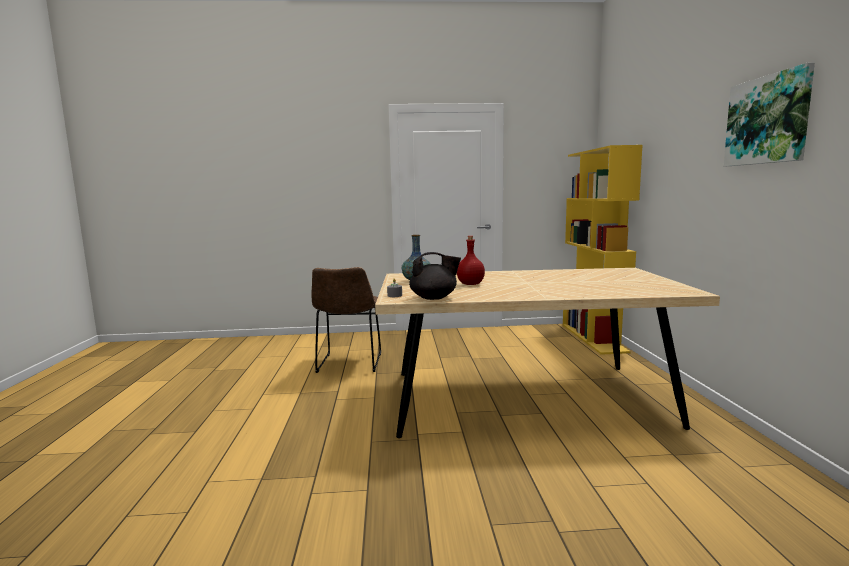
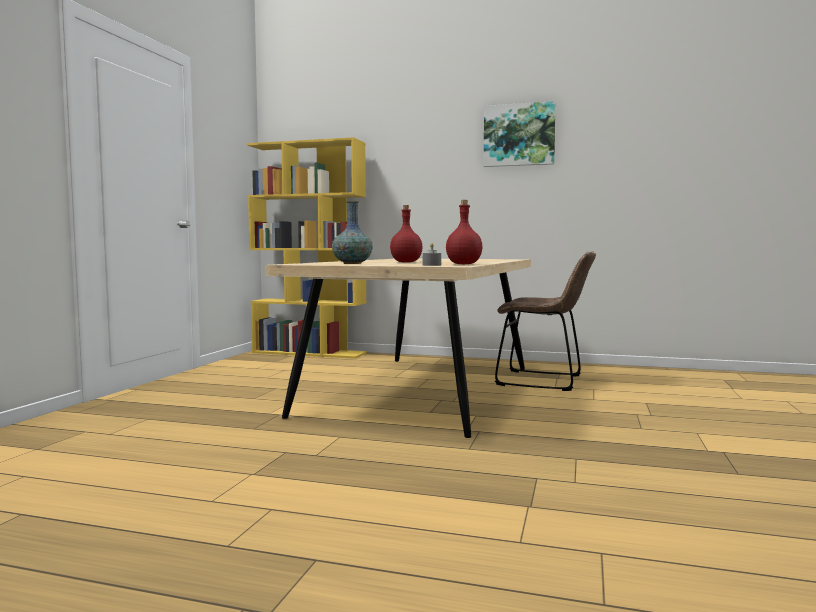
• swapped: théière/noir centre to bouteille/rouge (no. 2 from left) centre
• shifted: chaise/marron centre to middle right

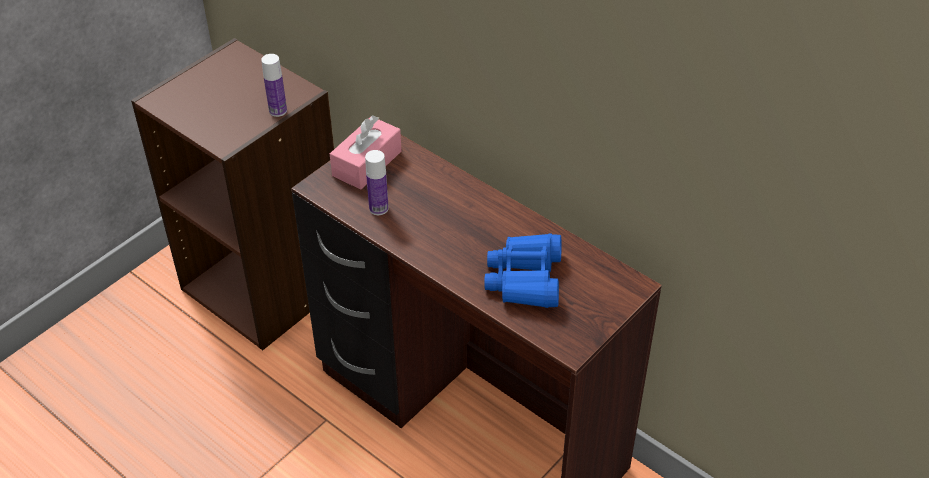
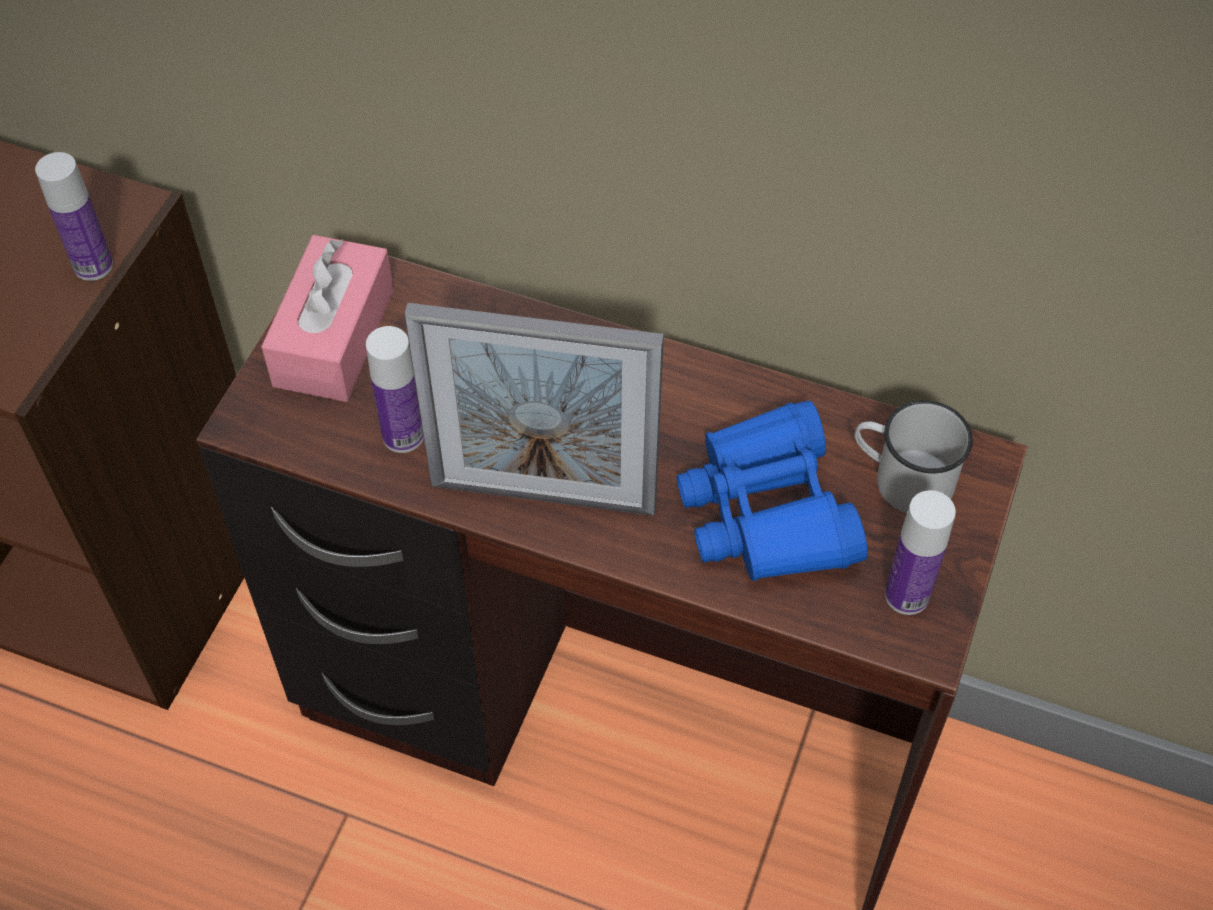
• new: cadre photo centre
• new: mug/blanc middle right
• new: bouteille (no. 3 from left) middle right

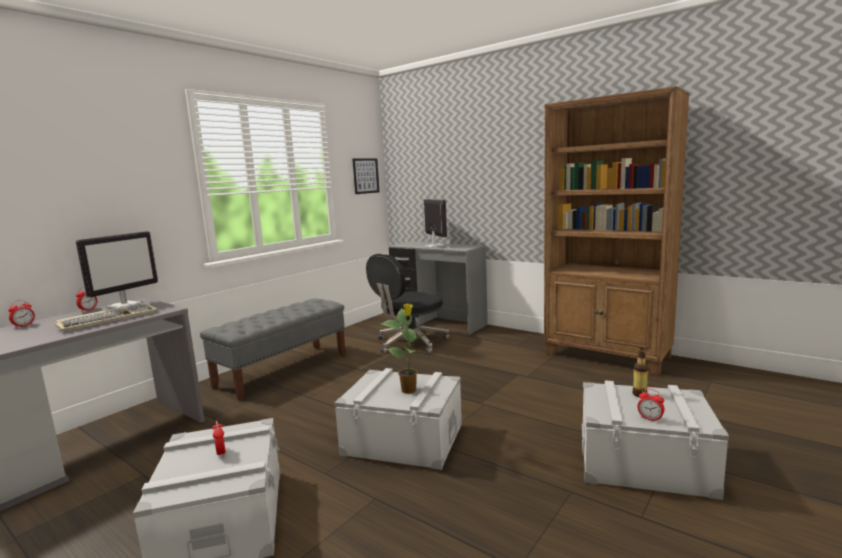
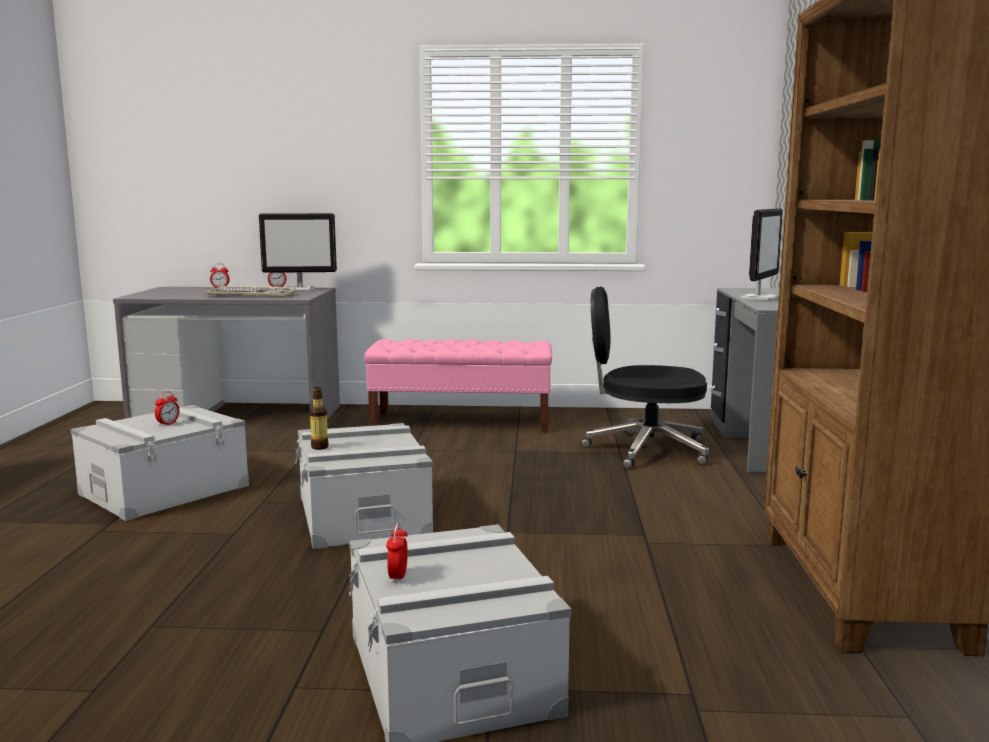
• shifted: bouteille bottom right to middle left
• repainted: banc/gris middle left to banc/rose centre
• gone: tableau top centre
• gone: plante en pot centre

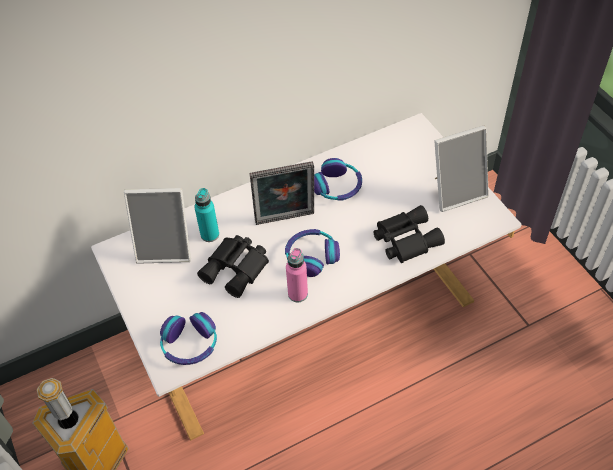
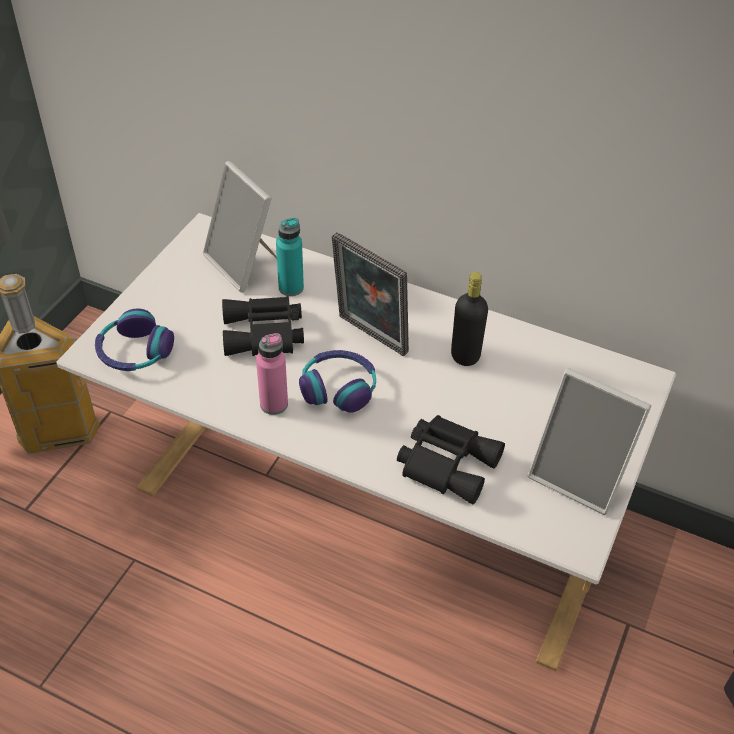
• swapped: casque audio (no. 3 from left) centre to bouteille/noir centre

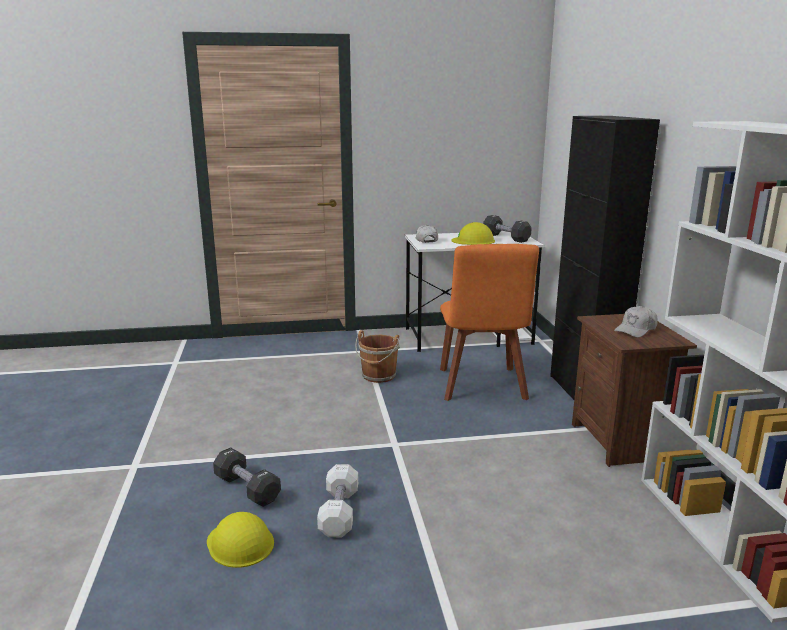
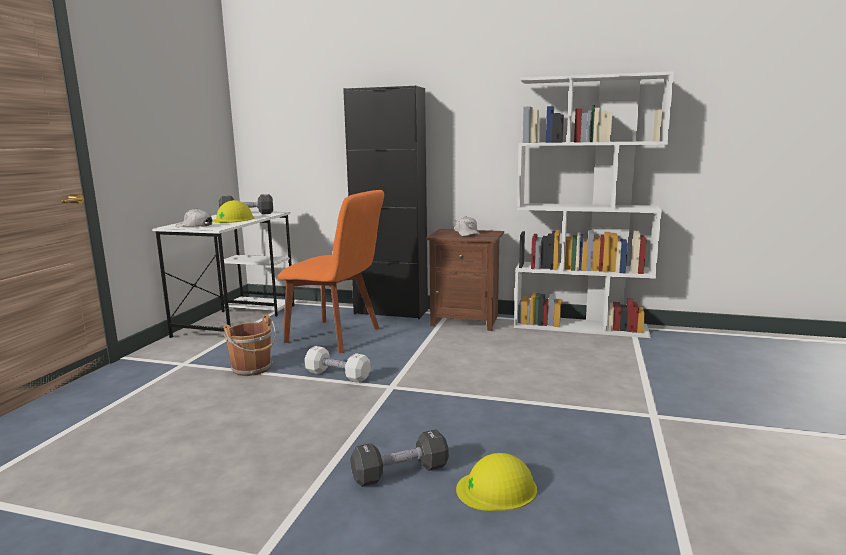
• shifted: haltère/blanc bottom centre to centre

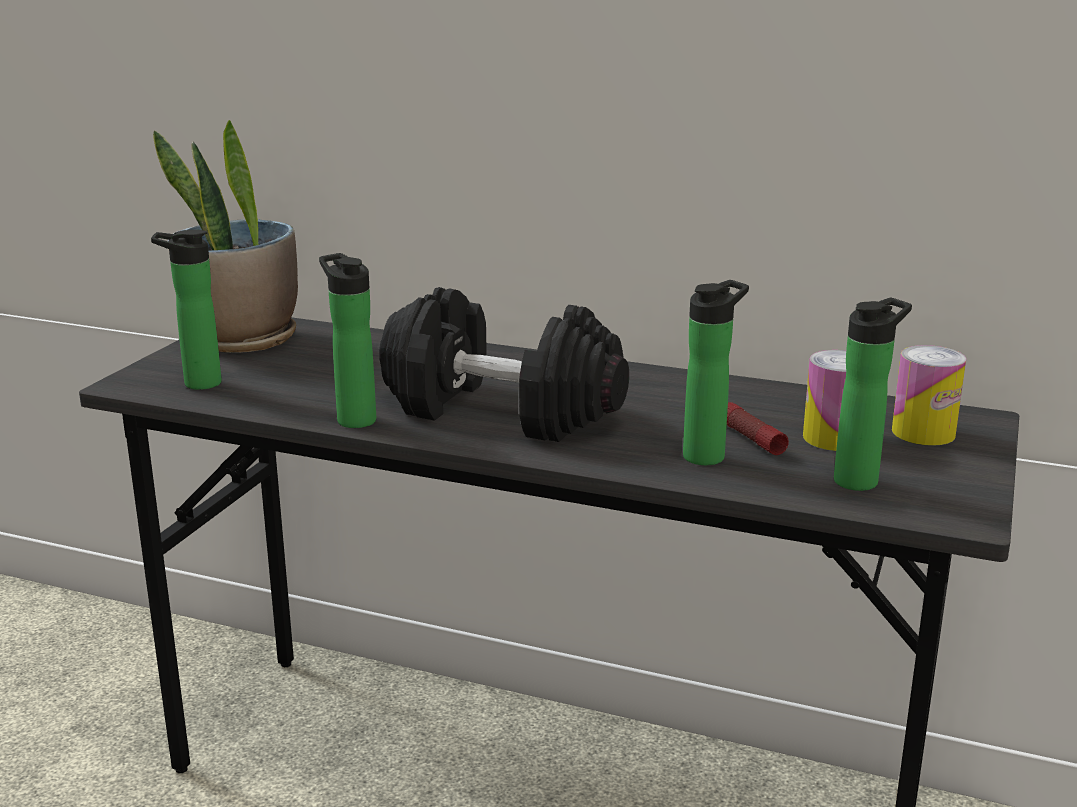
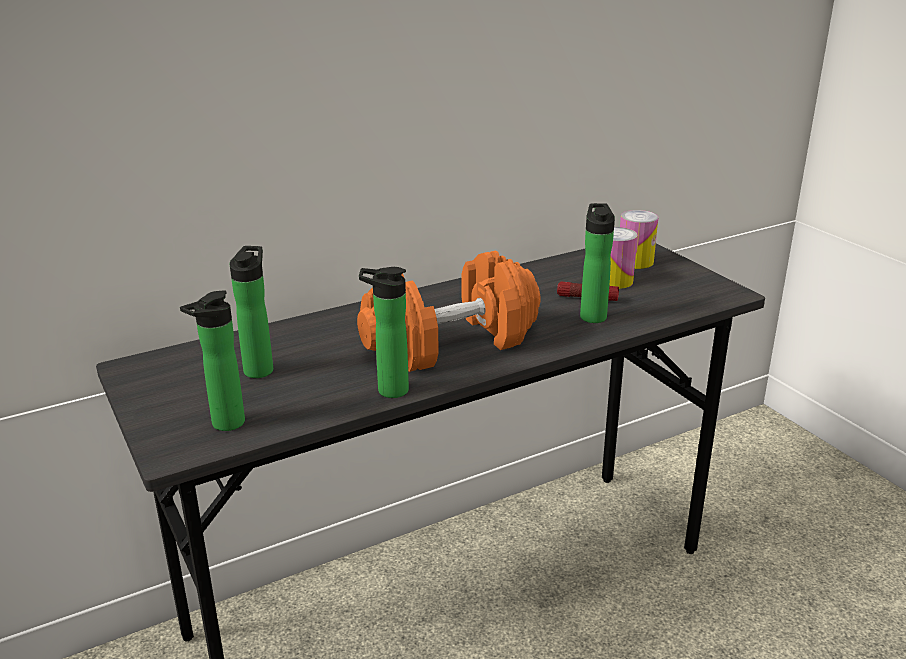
• shifted: bouteille (no. 4 from left in the first image) middle right to bouteille (no. 2 from left) middle left
• repainted: haltère/noir centre to haltère/orange centre
• gone: plante en pot top left

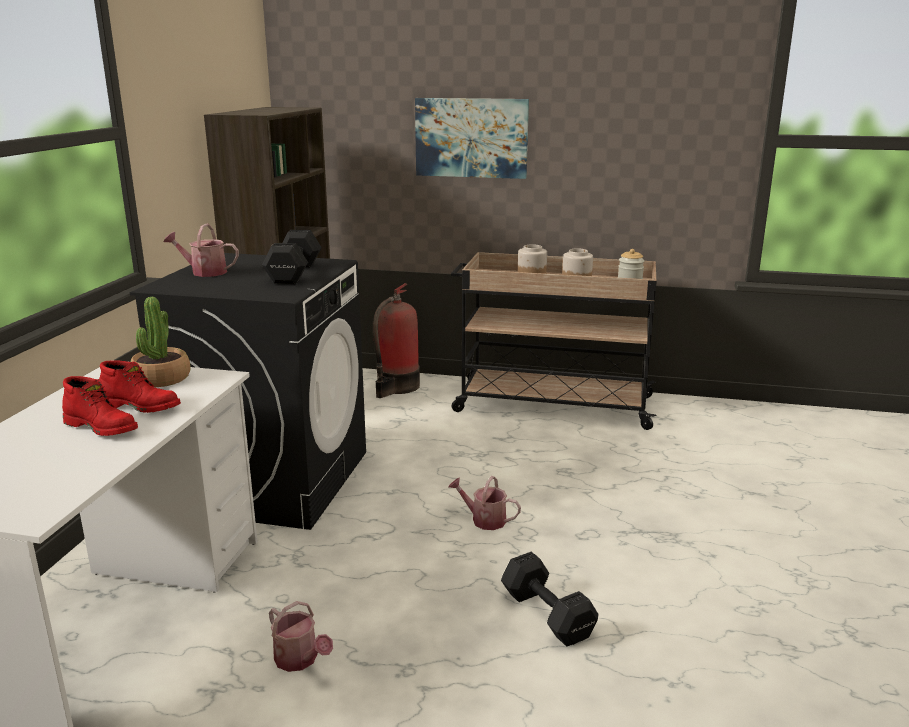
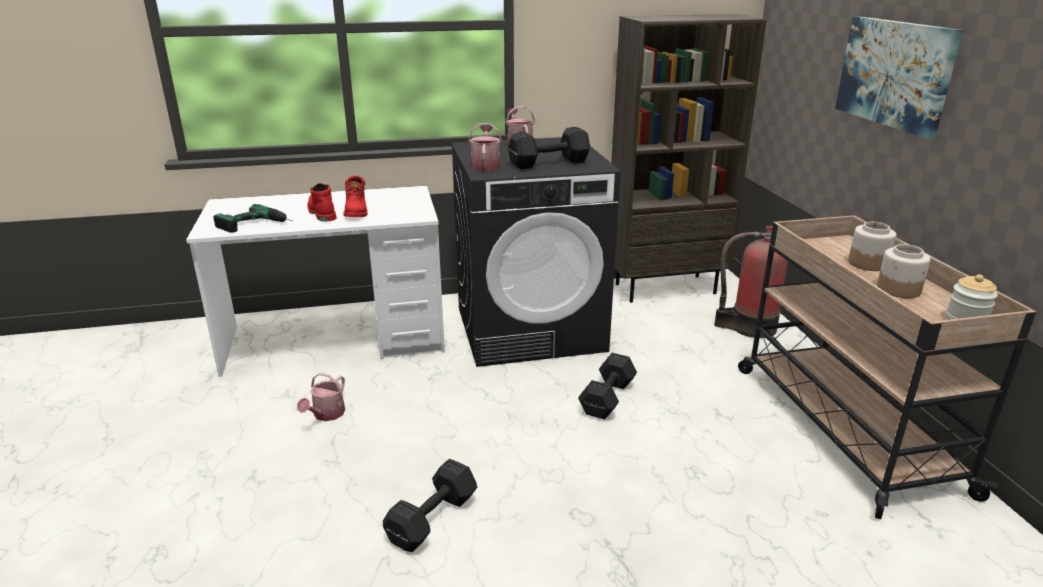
• new: perceuse middle left
• rotated: botte/rouge (no. 1 from left) middle left = middle left 150 degrees clockwise
• shifted: arrosoir (no. 3 from left in the first image) bottom centre to arrosoir (no. 2 from left) top centre
• new: haltère/noir (no. 3 from left) centre
• gone: plante en pot middle left

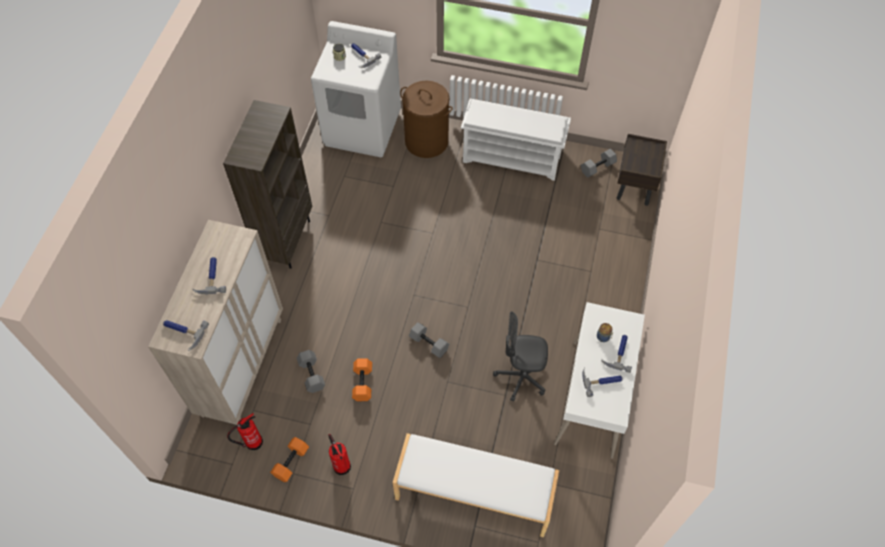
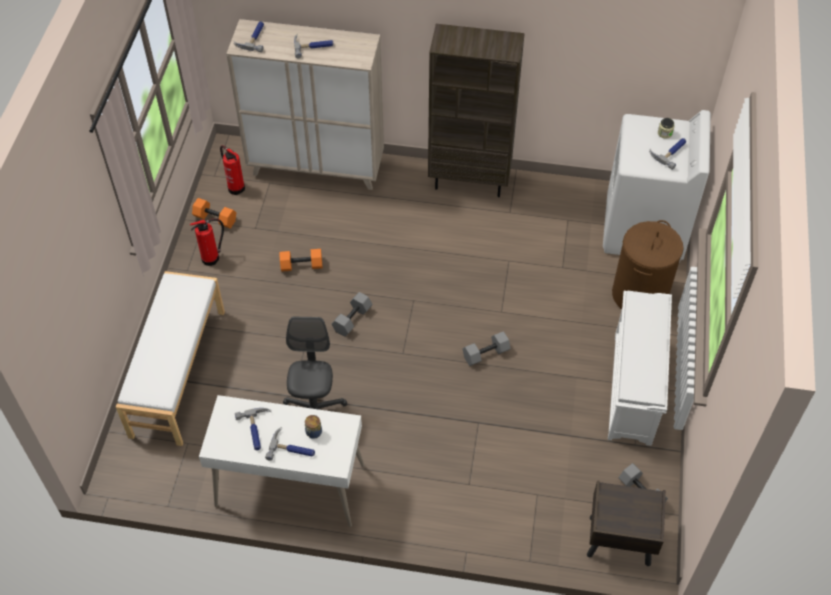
• shifted: haltère/gris (no. 1 from left in the first image) bottom centre to haltère/gris (no. 2 from left) centre

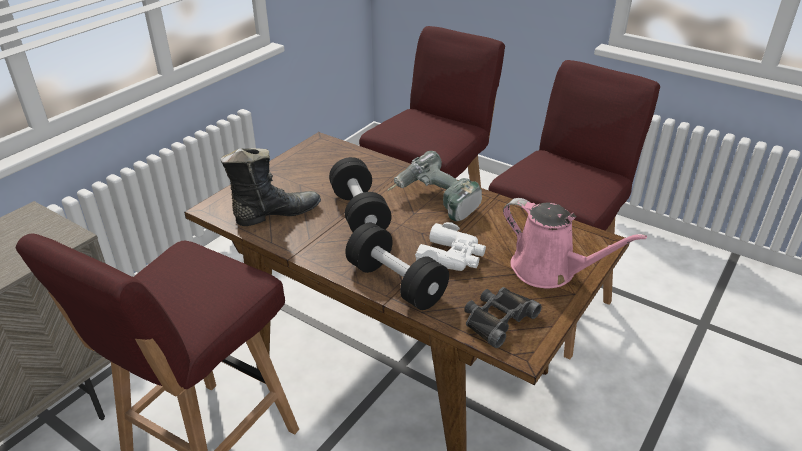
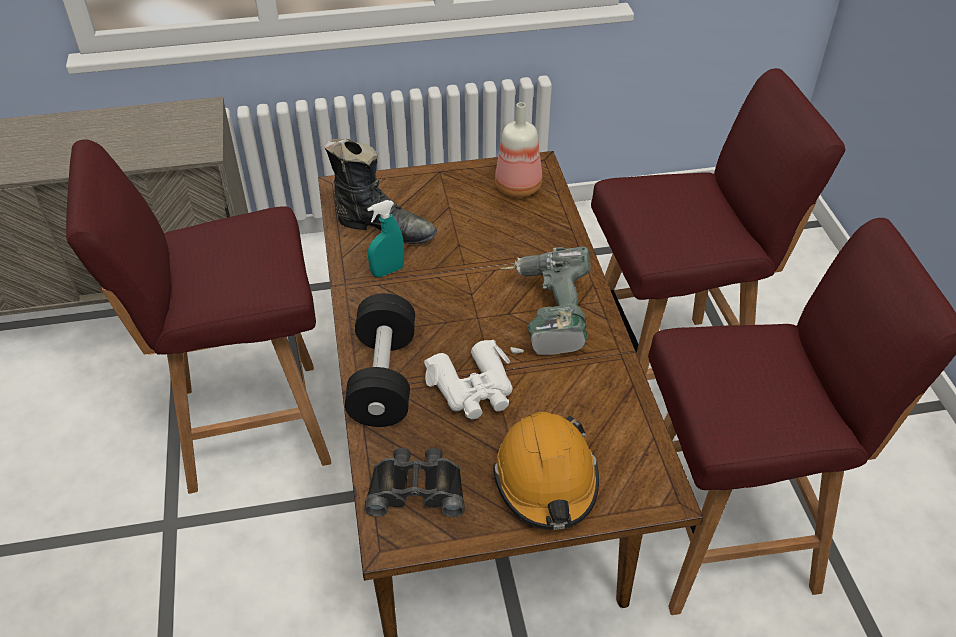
• new: vaporisateur/turquoise centre
• swapped: arrosoir/rose middle right to casque de chantier/orange bottom centre
• new: bouteille top centre
• gone: haltère/noir (no. 1 from left) centre

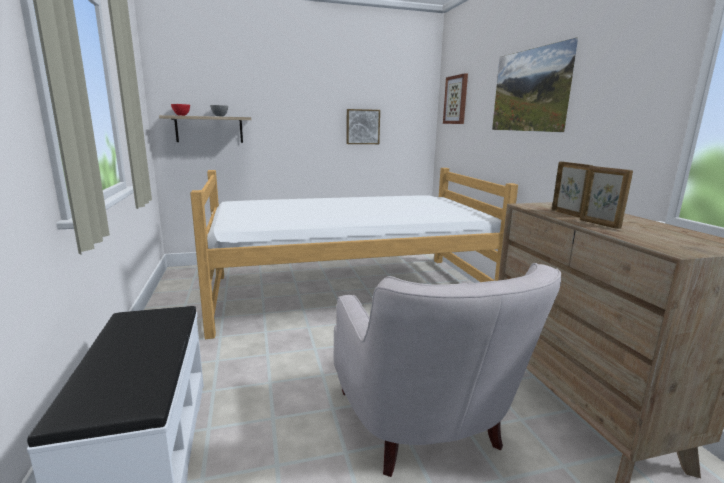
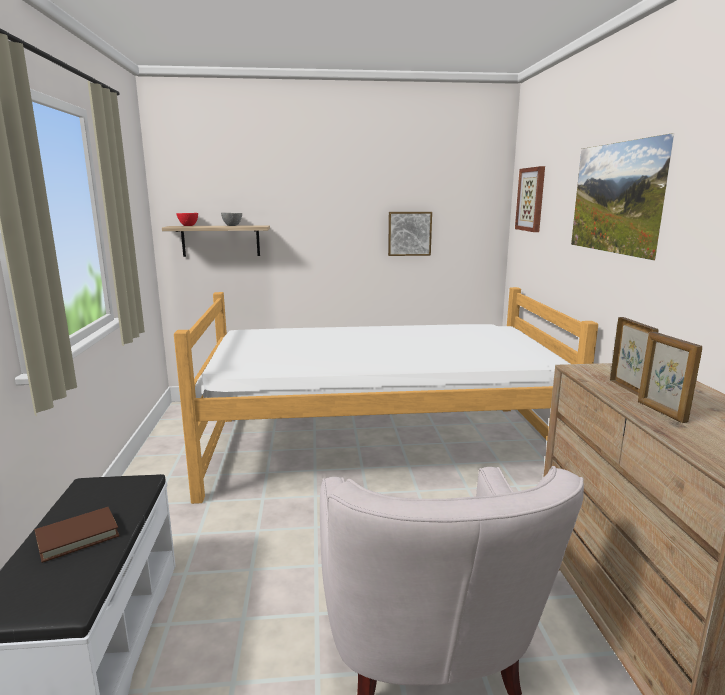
• new: livre/marron bottom left

